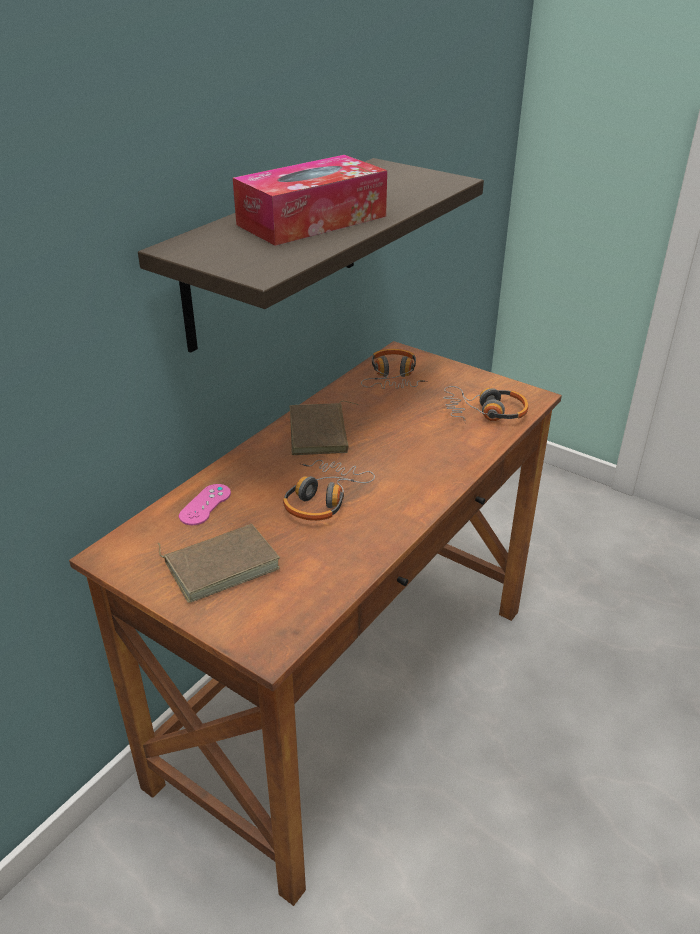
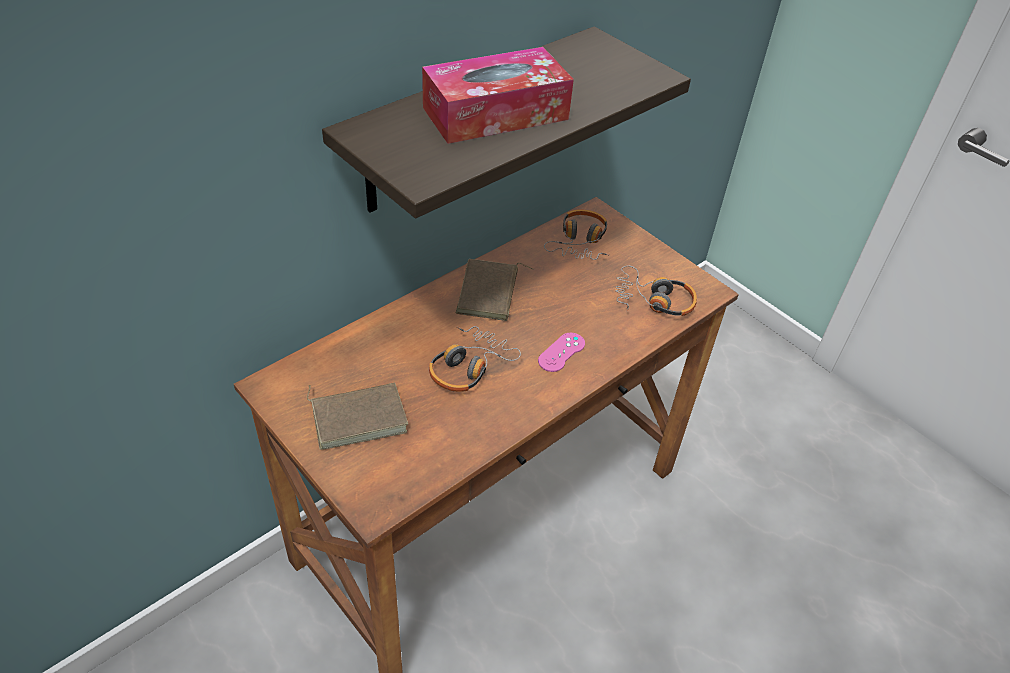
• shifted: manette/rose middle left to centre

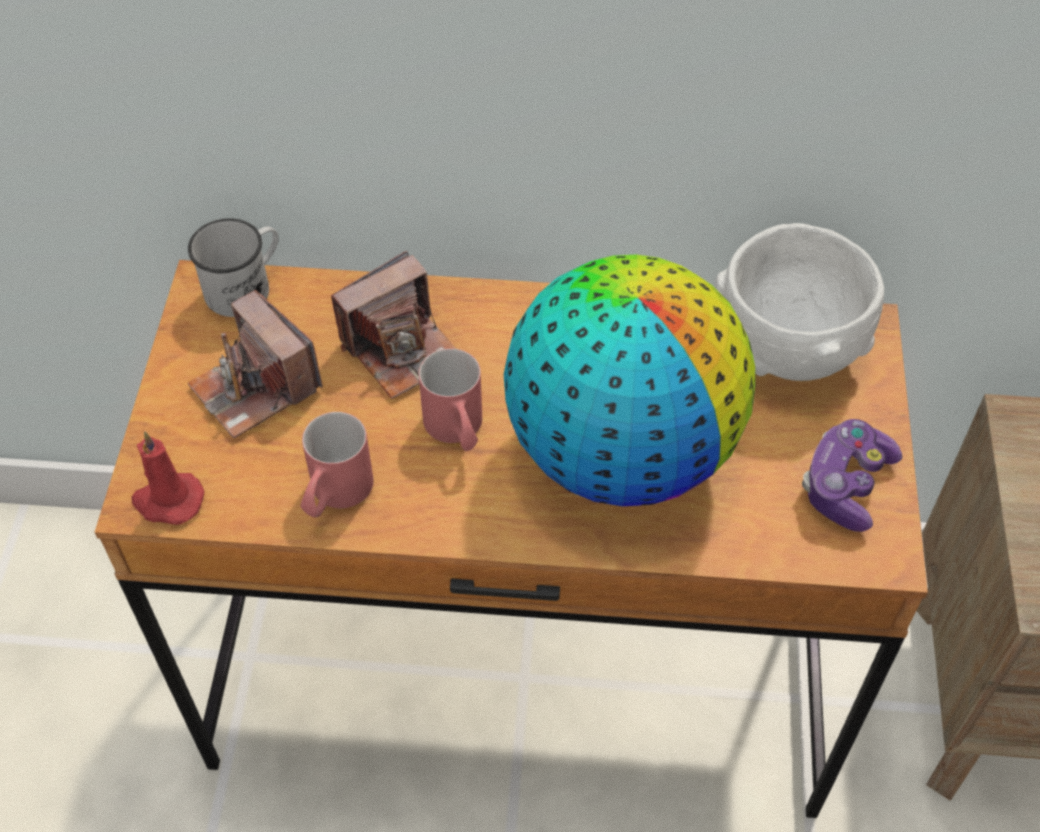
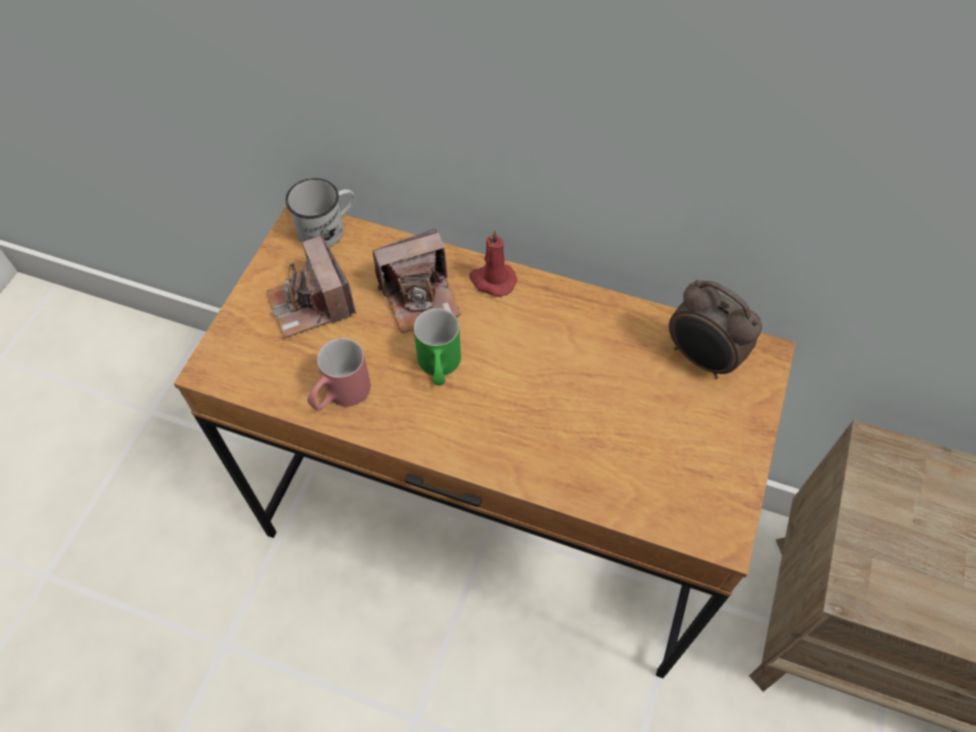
• repainted: mug/rouge (no. 2 from left) centre to mug/vert centre
• shifted: bougie/rouge middle left to centre
• swapped: bol/blanc middle right to réveil middle right
• gone: globe centre
• gone: manette middle right

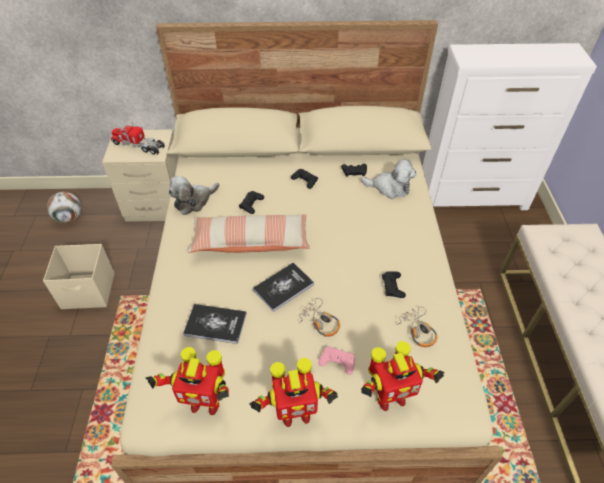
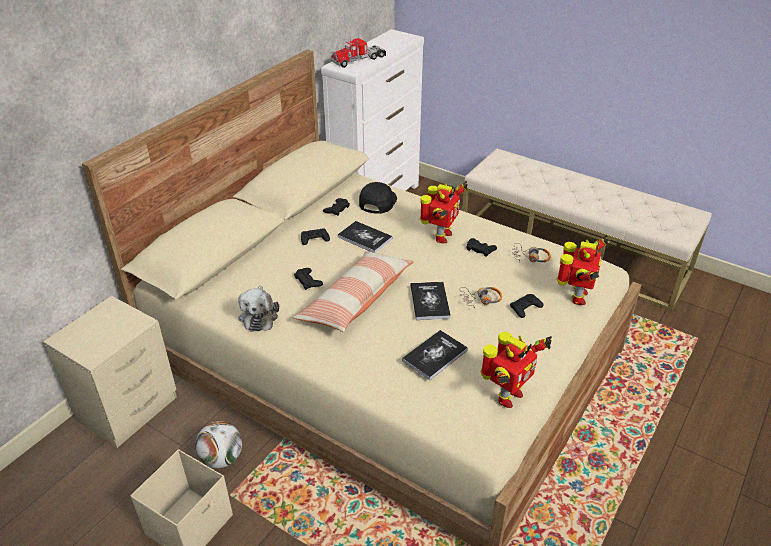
• shifted: ballon de foot middle left to bottom left
• shifted: camion jouet top left to top centre
• new: livre (no. 1 from left) centre
• swapped: peluche (no. 2 from left) centre to casquette/noir centre
• shifted: robot jouet (no. 2 from left in the first image) bottom centre to robot jouet (no. 1 from left) centre
• repainted: manette/rose bottom centre to manette/noir (no. 5 from left) middle right

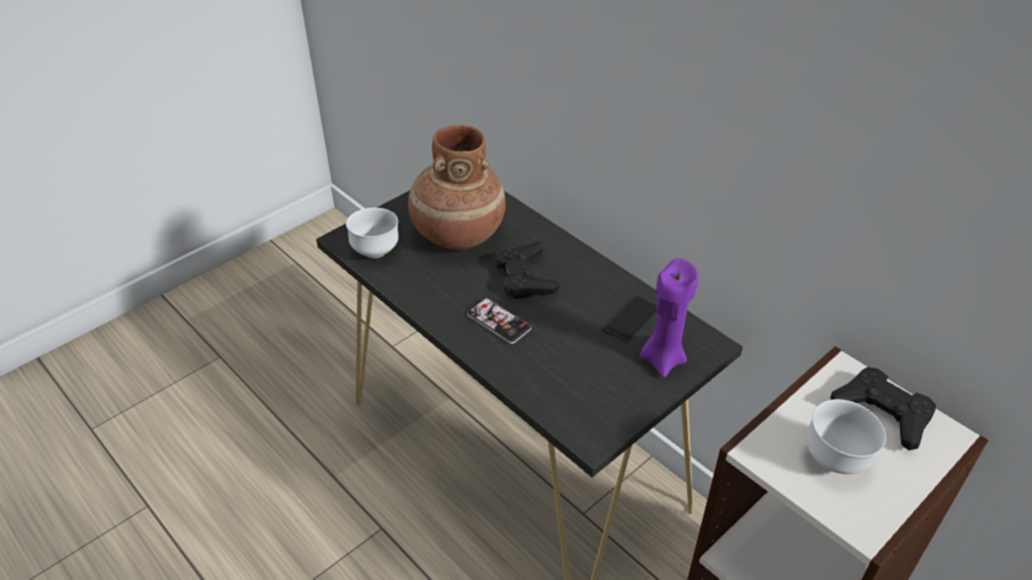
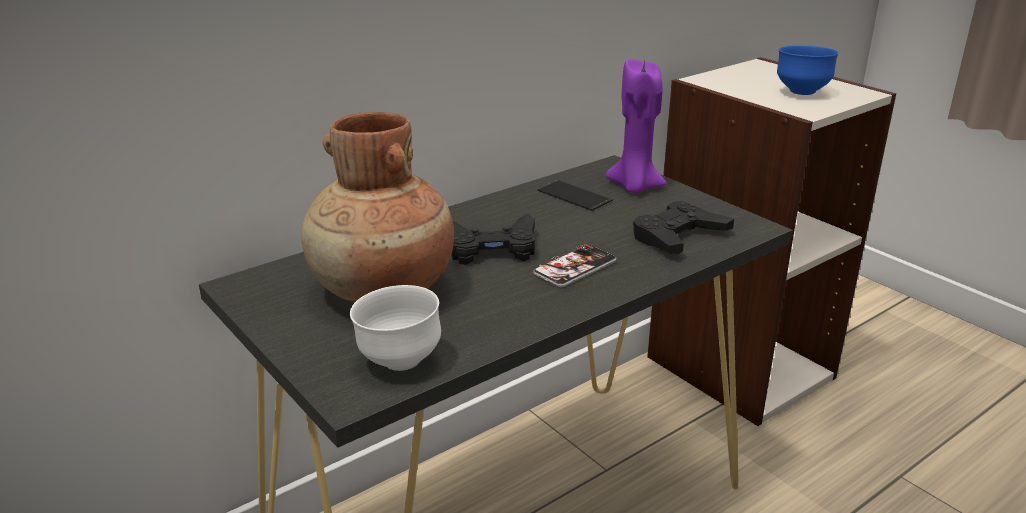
• shifted: manette/noir (no. 2 from left) bottom right to centre
• repainted: bol/blanc (no. 2 from left) bottom right to bol/bleu top right

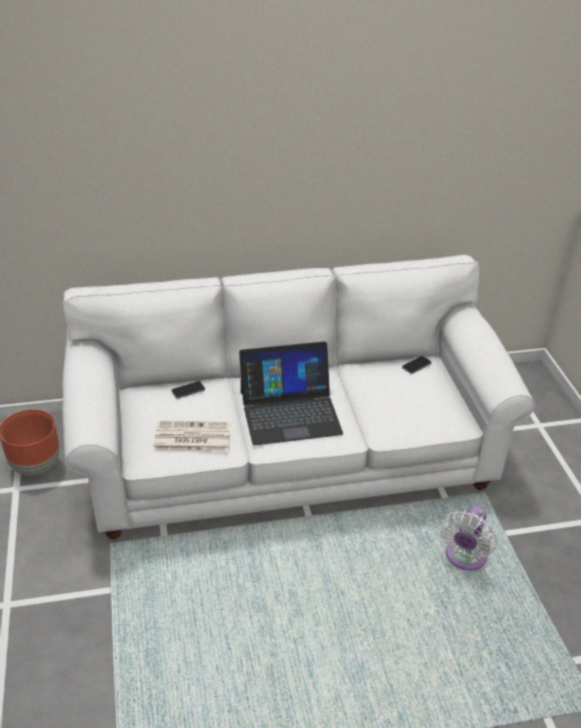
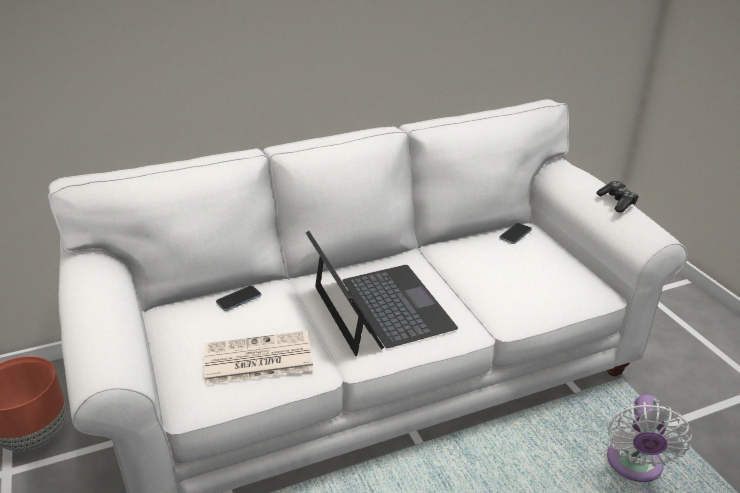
• rotated: ordinateur portable centre = centre 90 degrees counterclockwise
• new: manette middle right

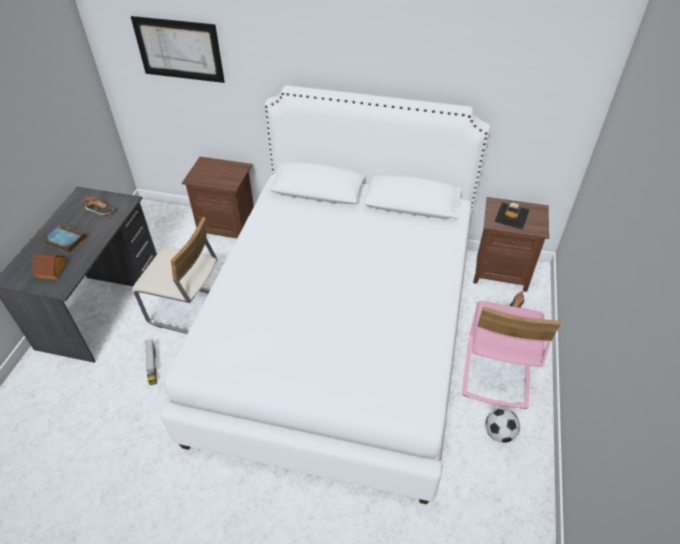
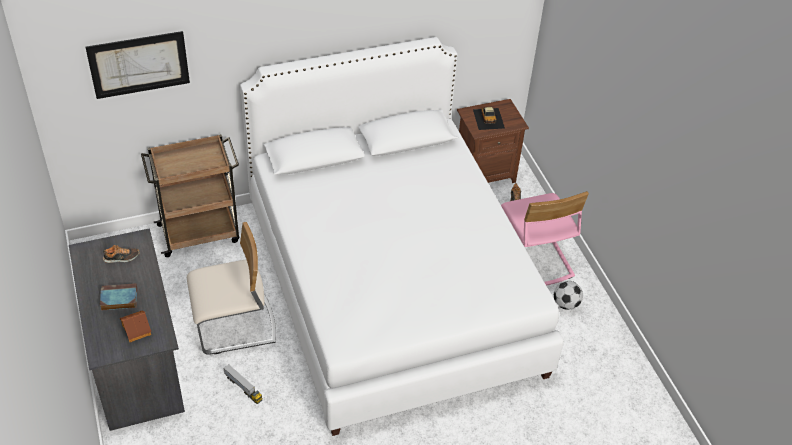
• swapped: table de chevet/marron (no. 1 from left) middle left to chariot/marron middle left

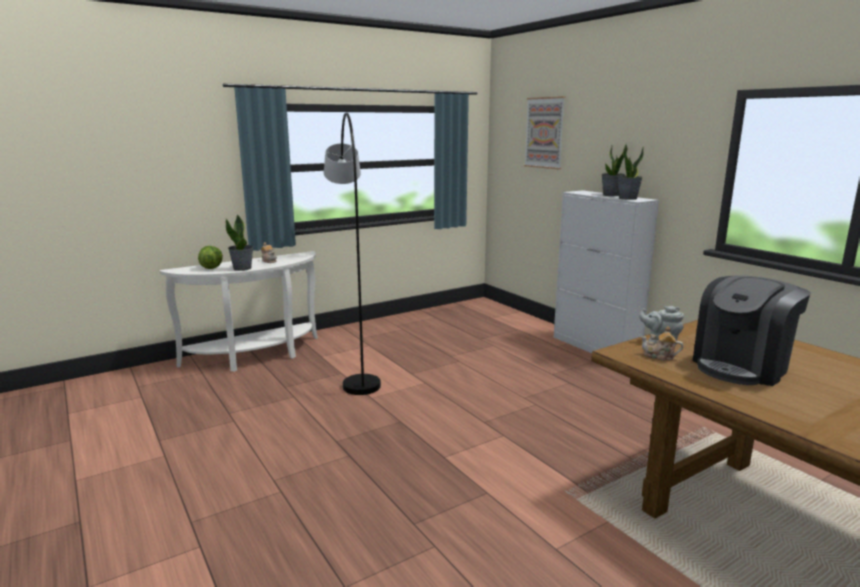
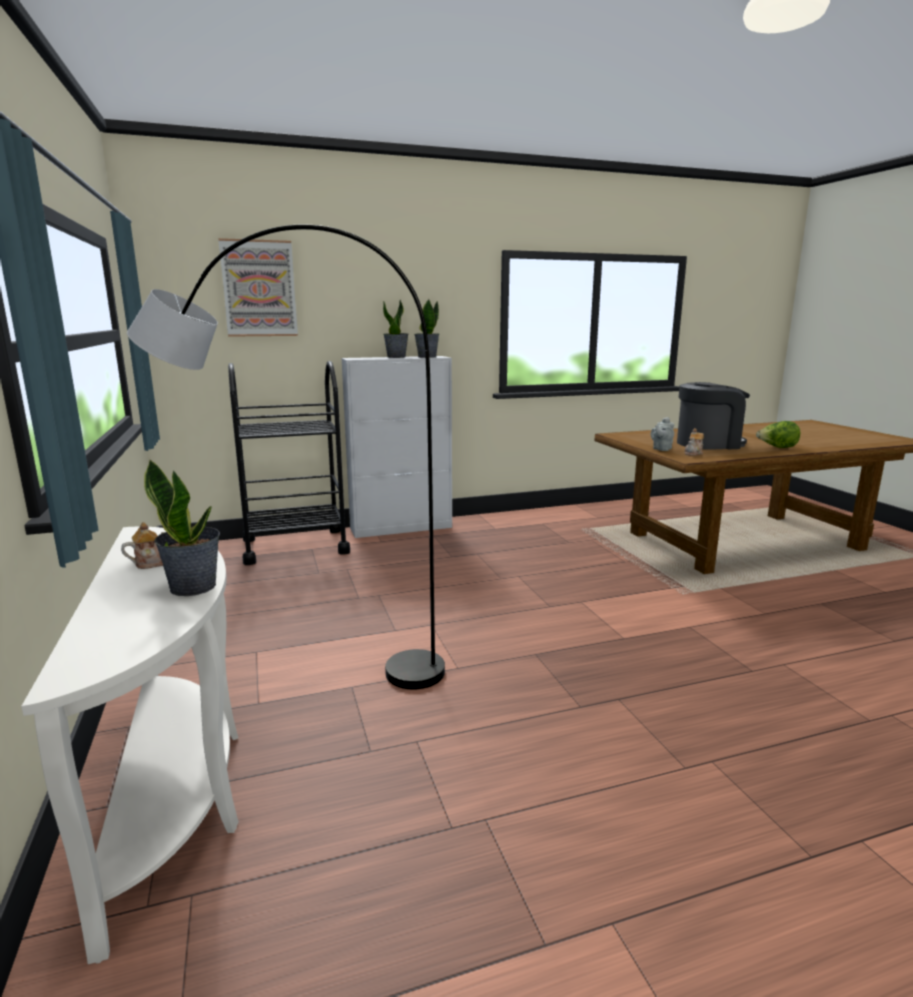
• new: chariot/noir middle left
• rotated: machine à café middle right = middle right 75 degrees counterclockwise
• shifted: laitue middle left to middle right

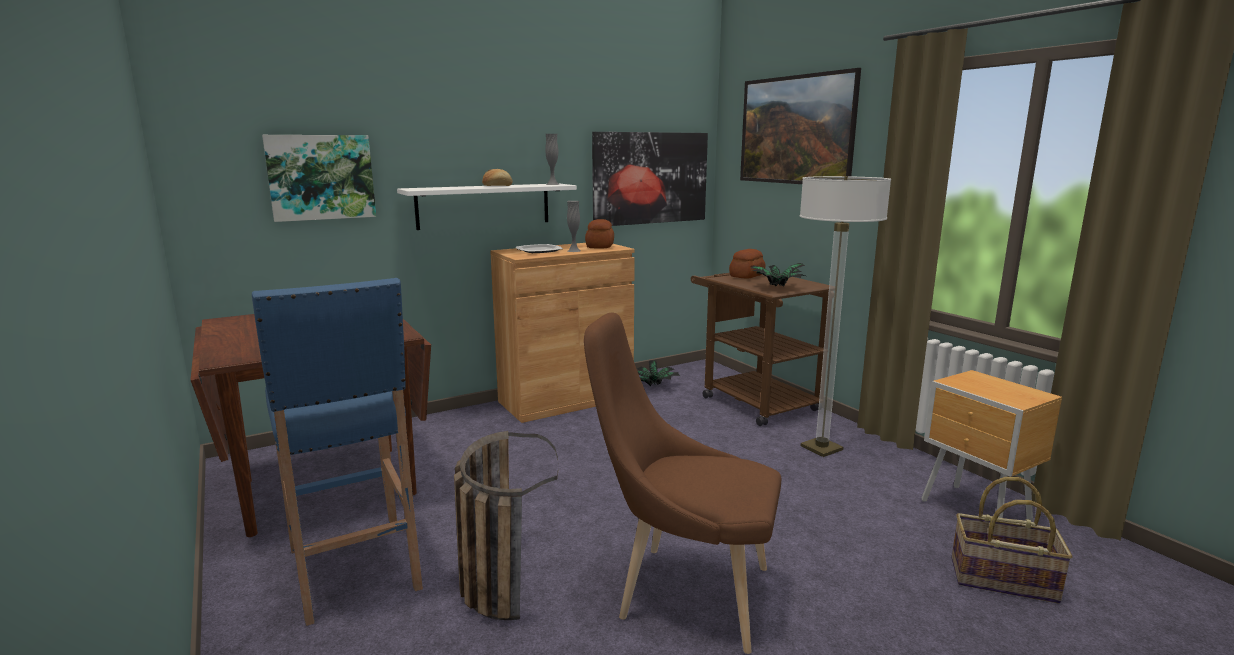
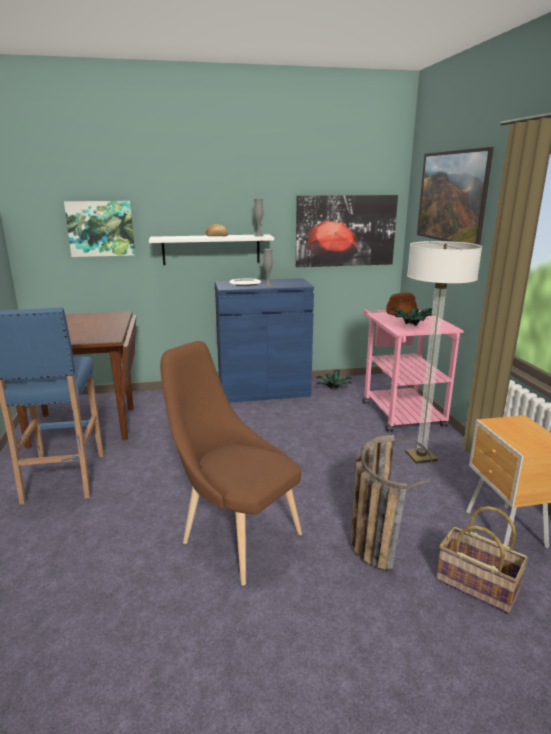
• repainted: meuble de rangement/marron centre to meuble de rangement/bleu centre
• shifted: panier (no. 1 from left) bottom centre to bottom right
• repainted: chariot/marron centre to chariot/rose middle right
• gone: pain (no. 2 from left) centre

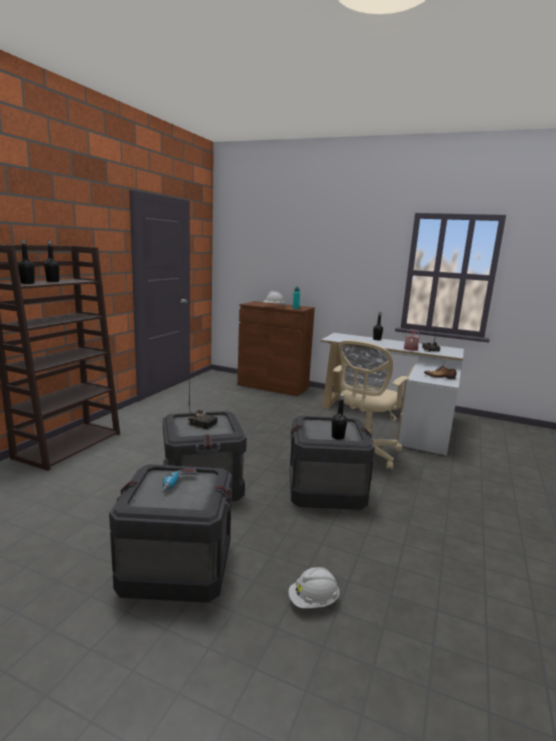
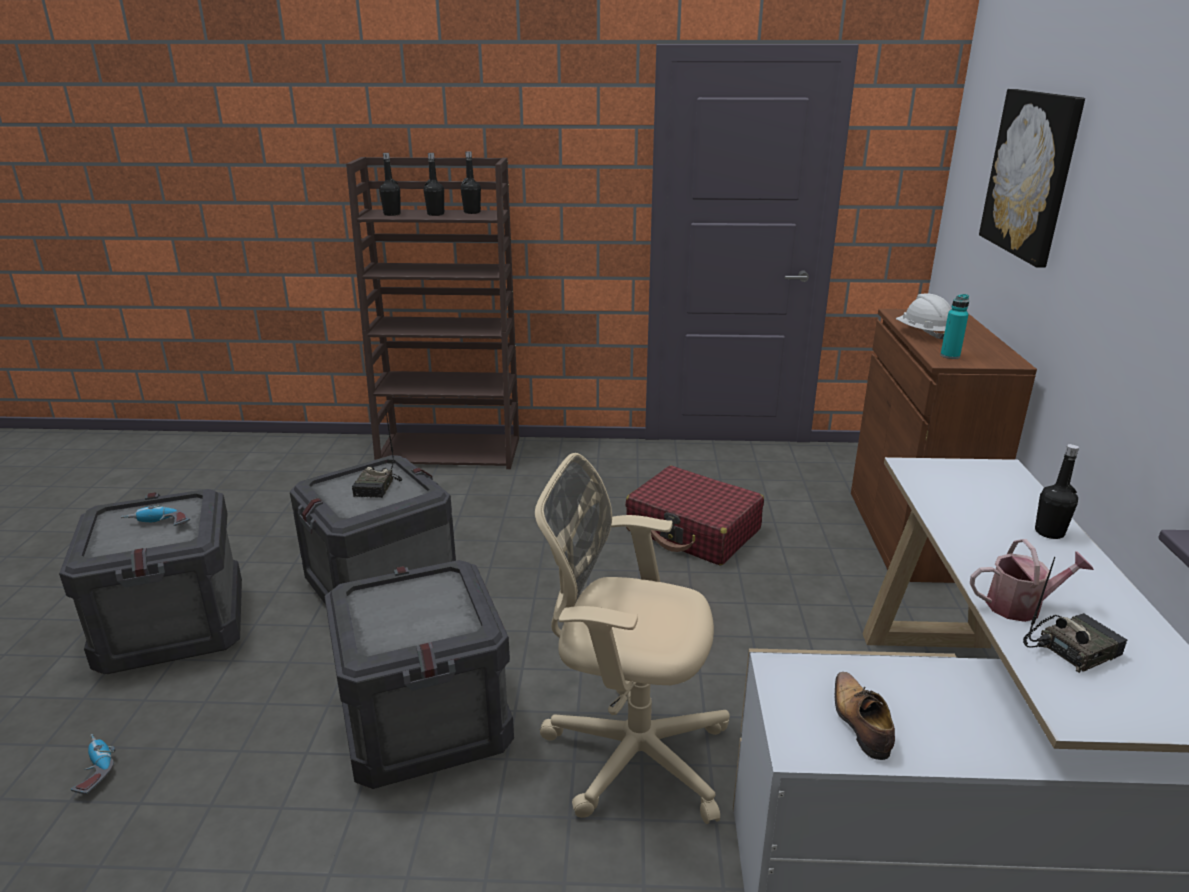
• swapped: casque de chantier/blanc (no. 2 from left) bottom centre to perceuse (no. 1 from left) bottom left
• shifted: bouteille/noir (no. 3 from left) centre to top centre
• new: valise/rouge centre
• new: tableau top right

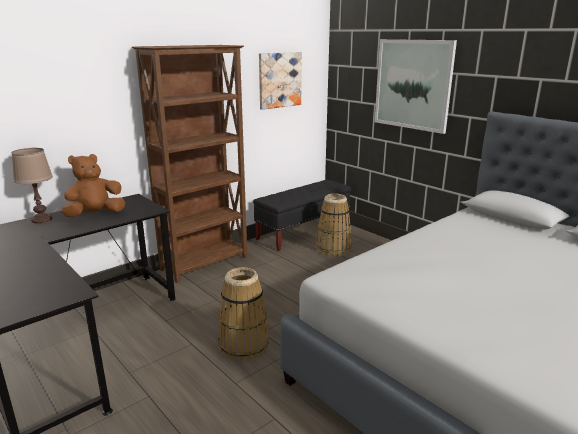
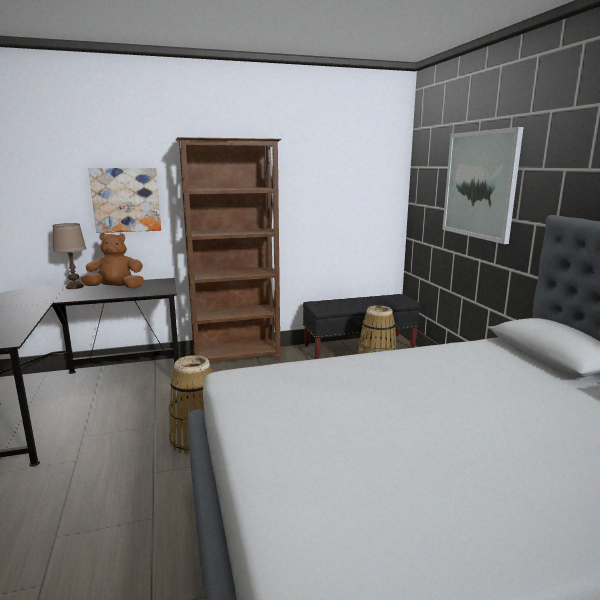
• shifted: tableau (no. 1 from left) top centre to middle left

